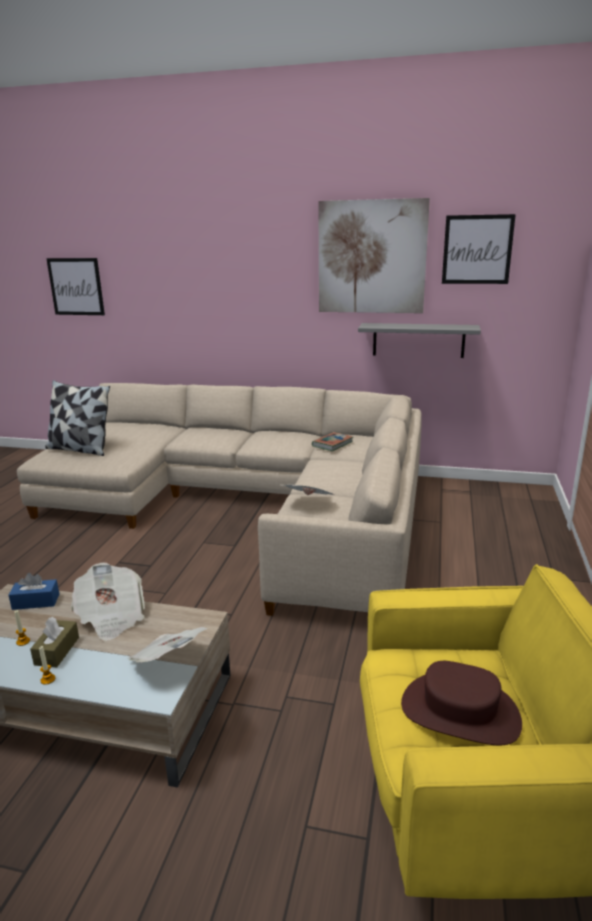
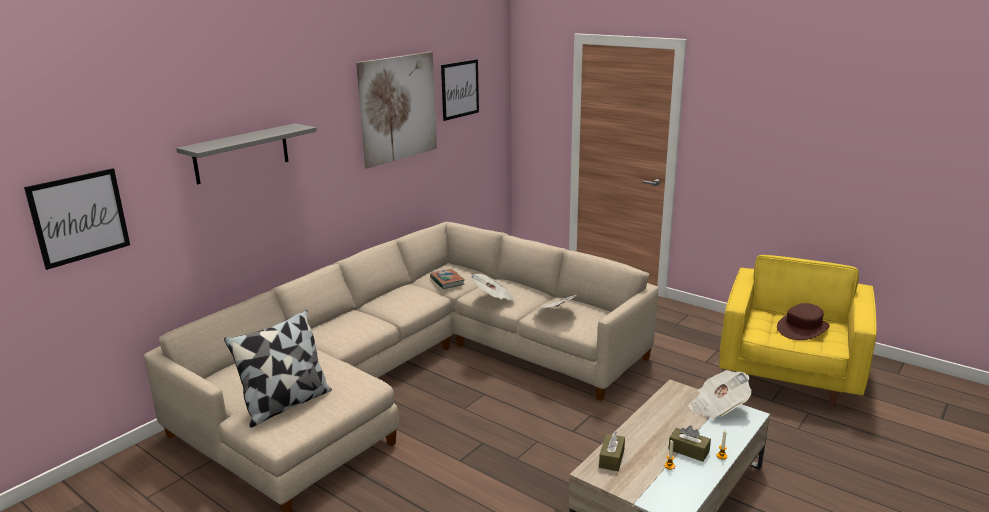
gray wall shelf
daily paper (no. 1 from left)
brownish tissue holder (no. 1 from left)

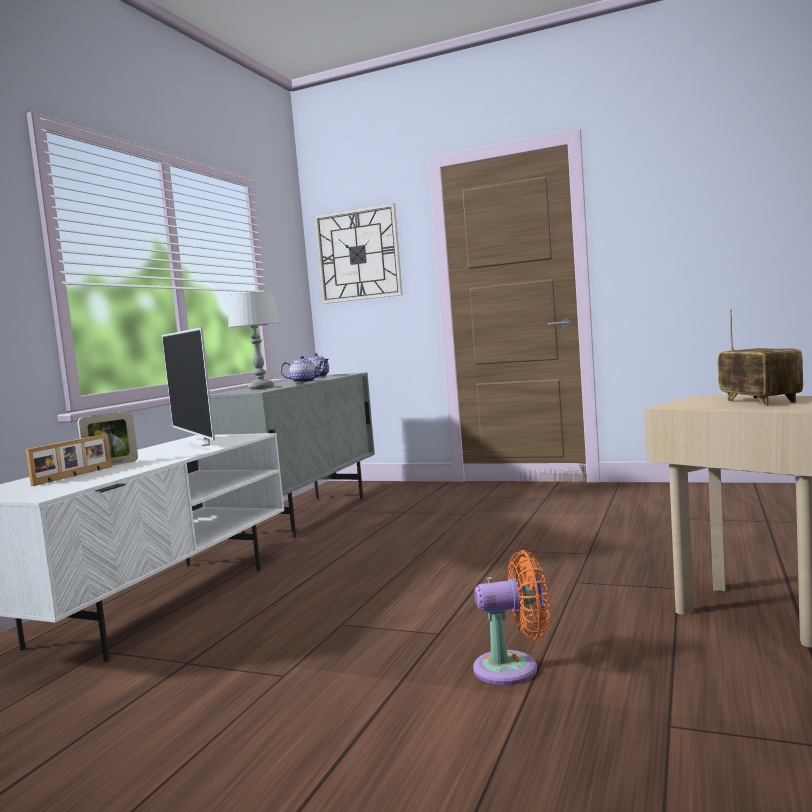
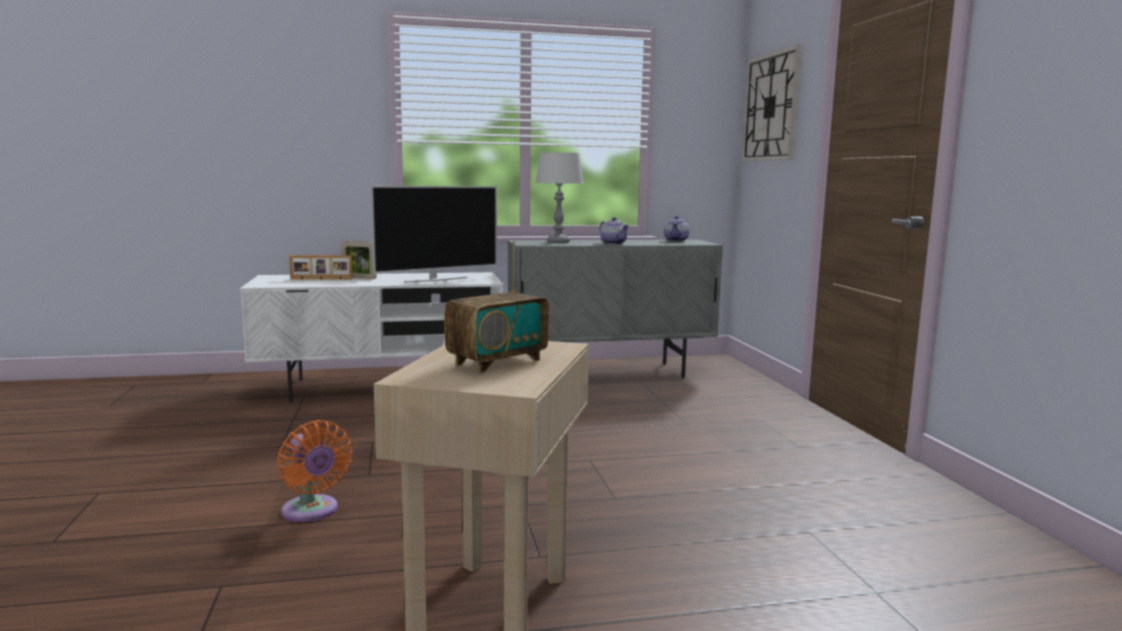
TV set

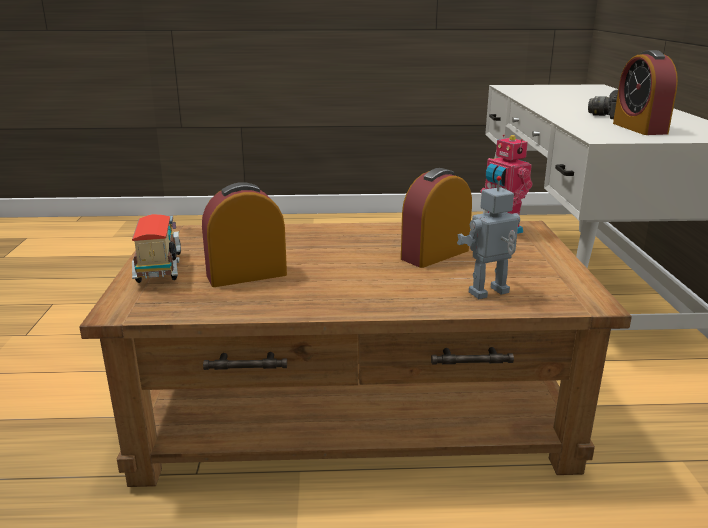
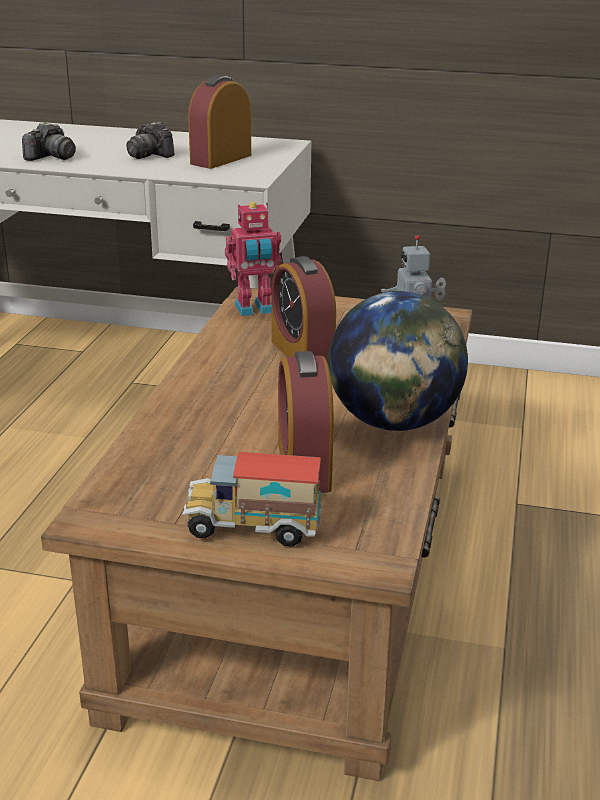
table clock (no. 1 from left)
still camera (no. 1 from left)
globe

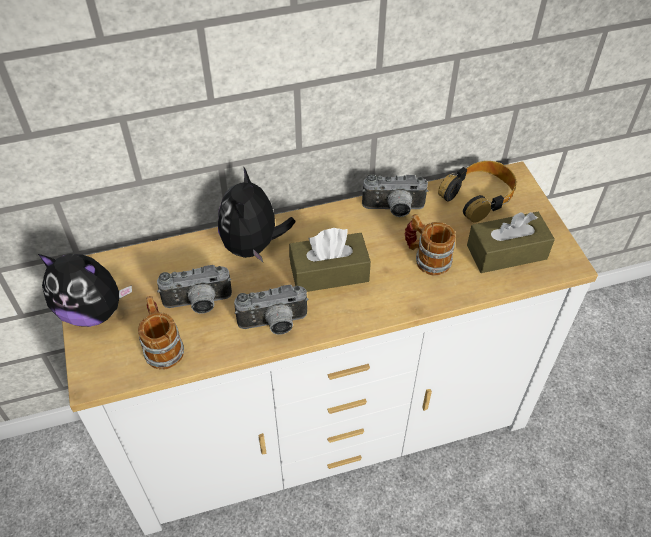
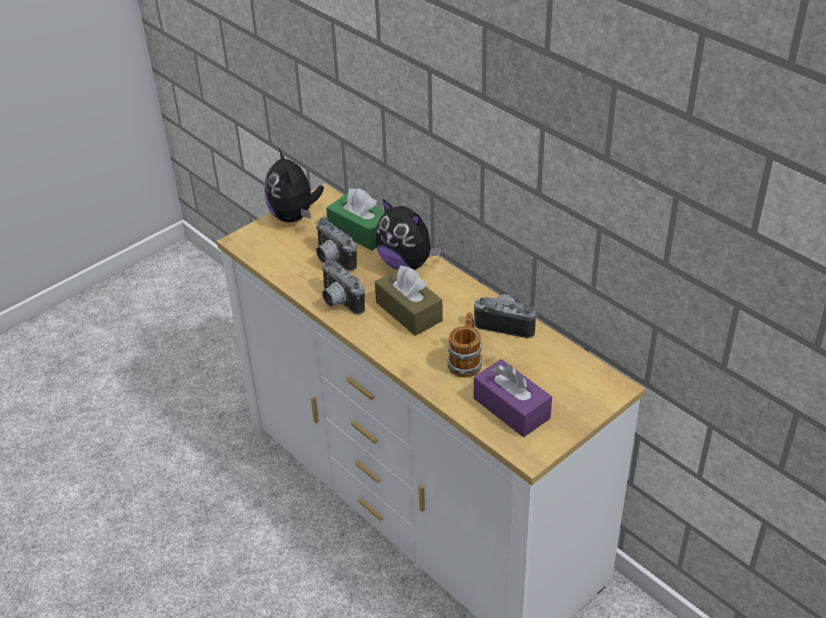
pair of headphones
plush toy (no. 2 from left)
still camera (no. 3 from left)
purple-coloured tissue holder
mug (no. 1 from left in the first image)
green tissue holder

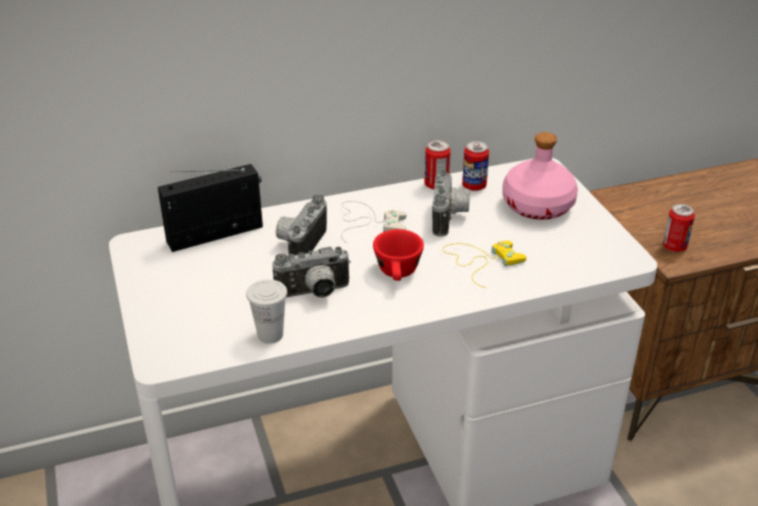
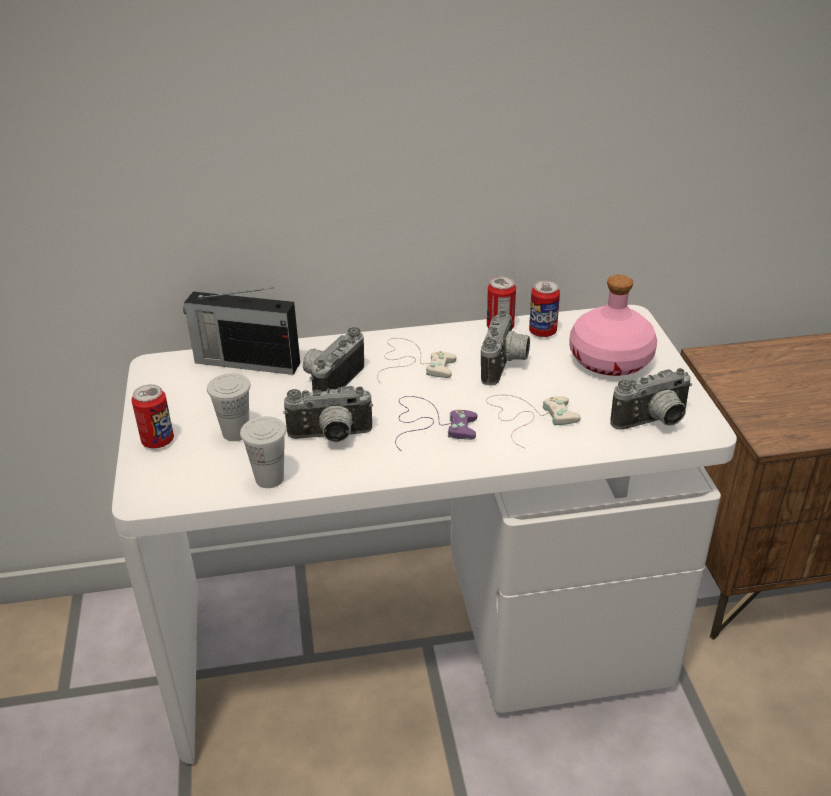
radio
metal can (no. 1 from left)
purple-coloured gamepad
whitish gamepad (no. 2 from left)
still camera (no. 4 from left)
whitish small cup (no. 1 from left)

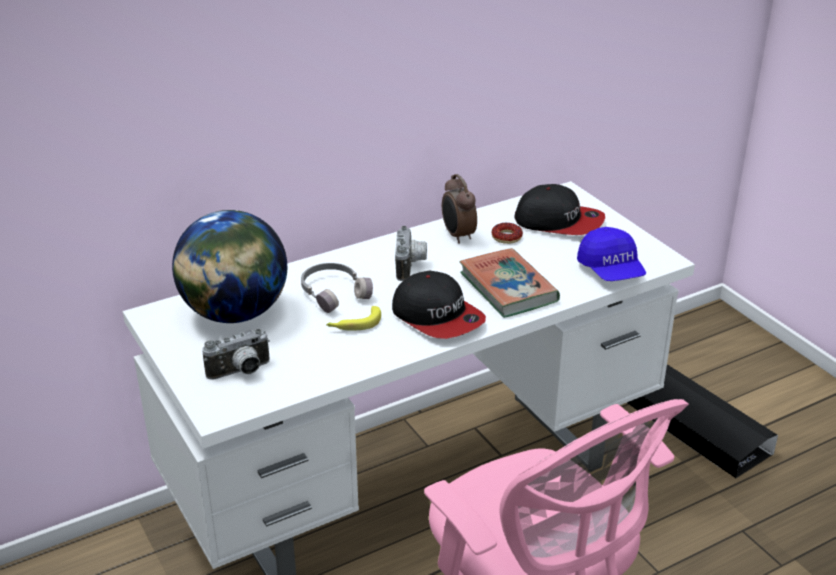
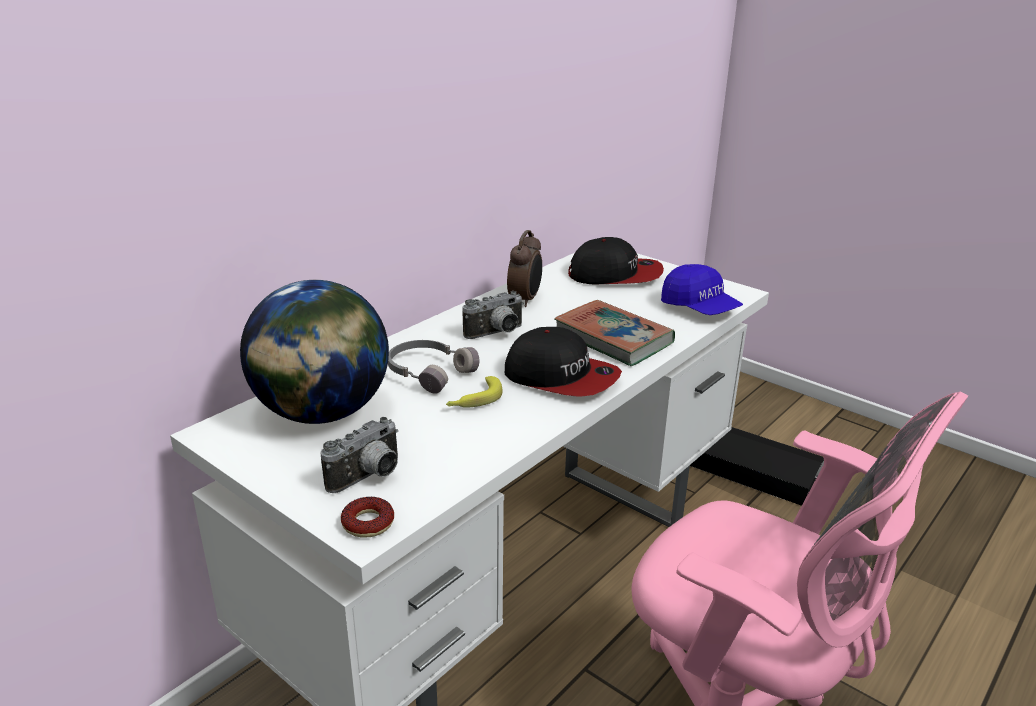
table clock
doughnut
still camera (no. 2 from left)

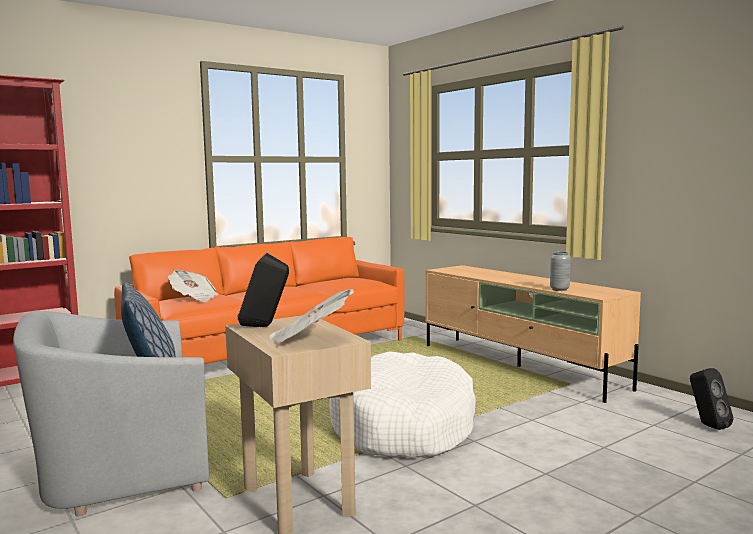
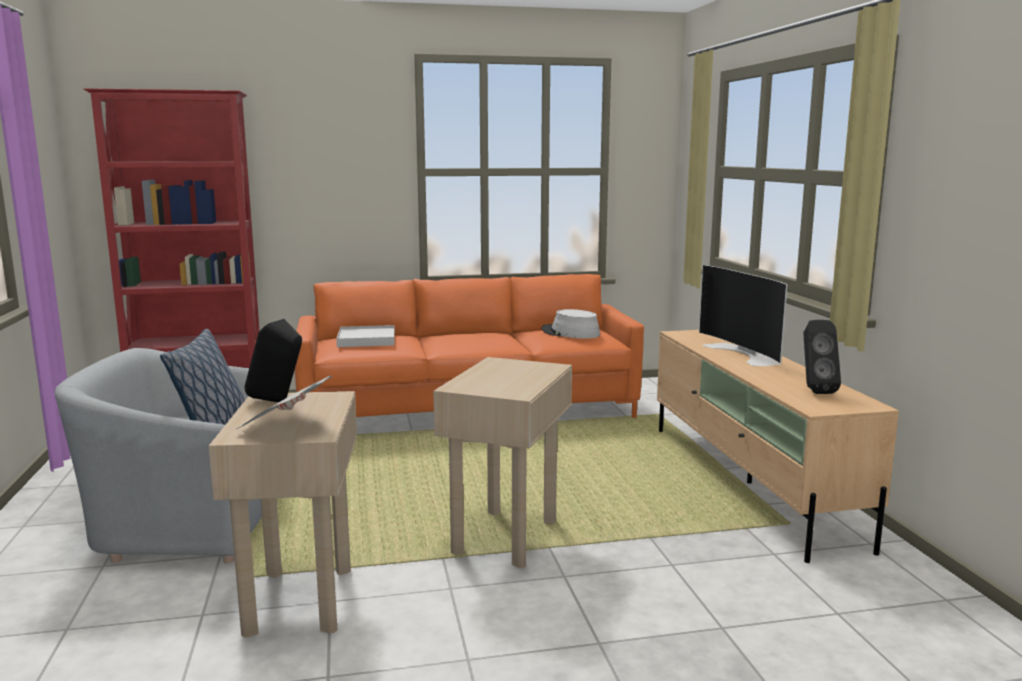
gray flower vase
whitish tray
beige-coloured accent table (no. 2 from left)
black audio speaker (no. 2 from left)
TV set
gray hat

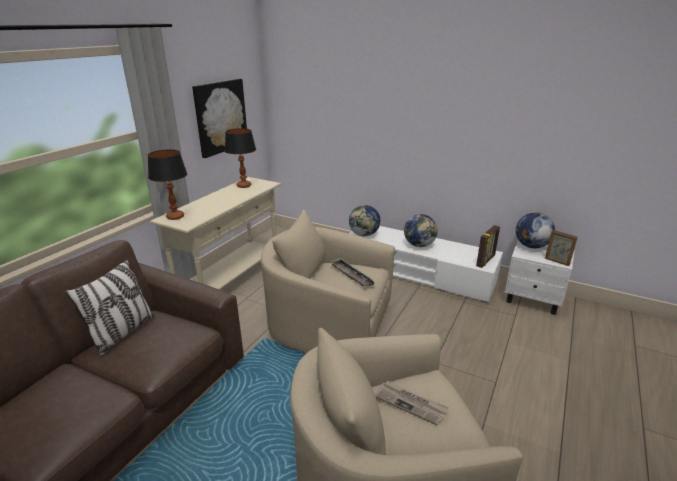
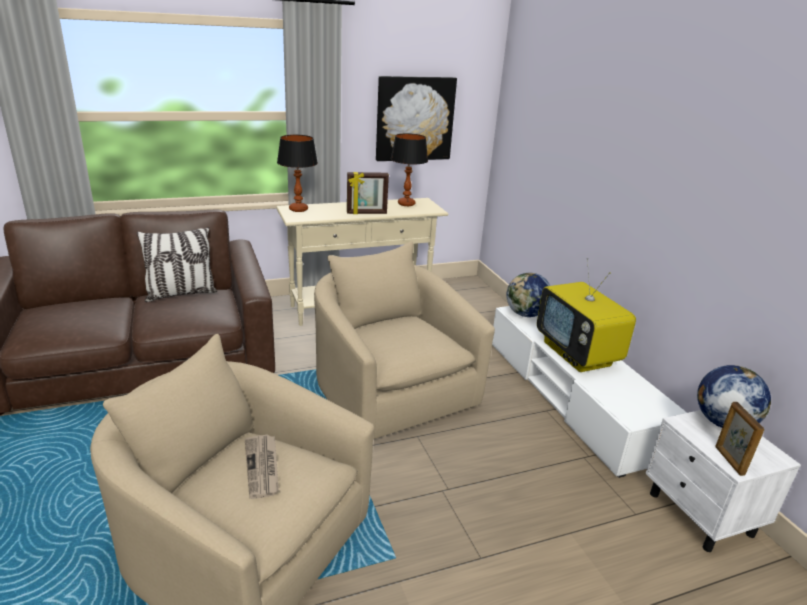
TV set
picture frame (no. 1 from left)
tray

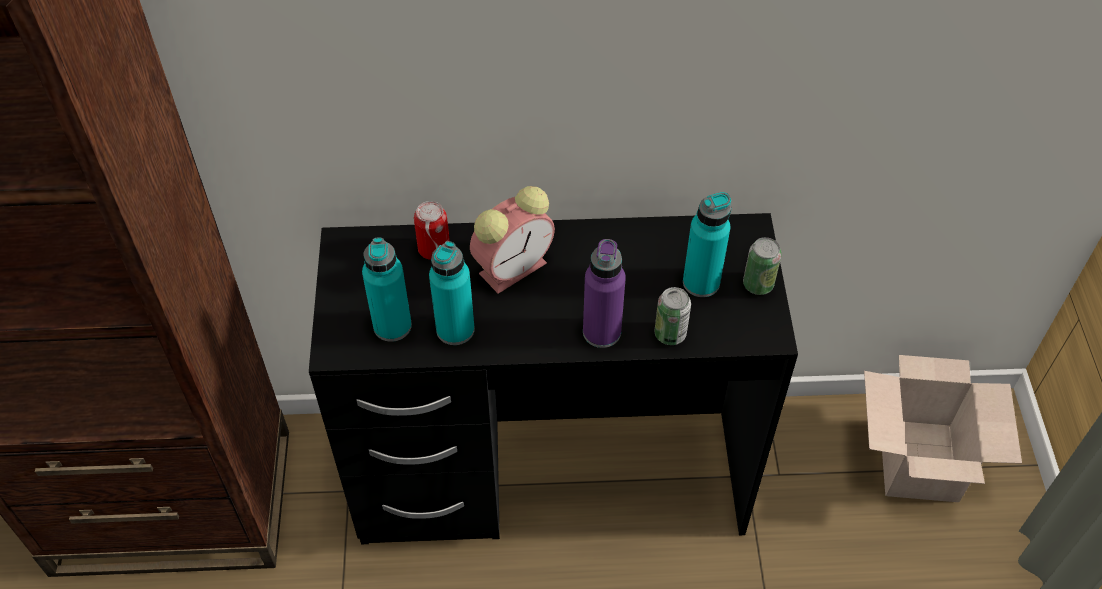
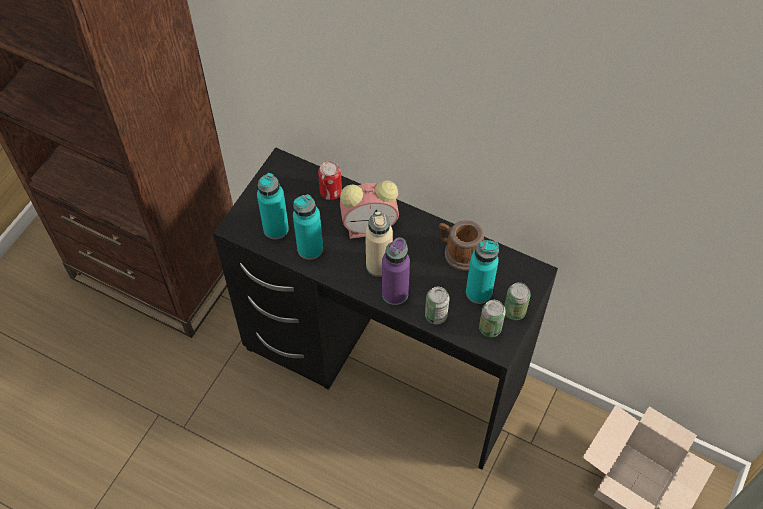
beige-coloured beverage bottle
mug
metal can (no. 3 from left)

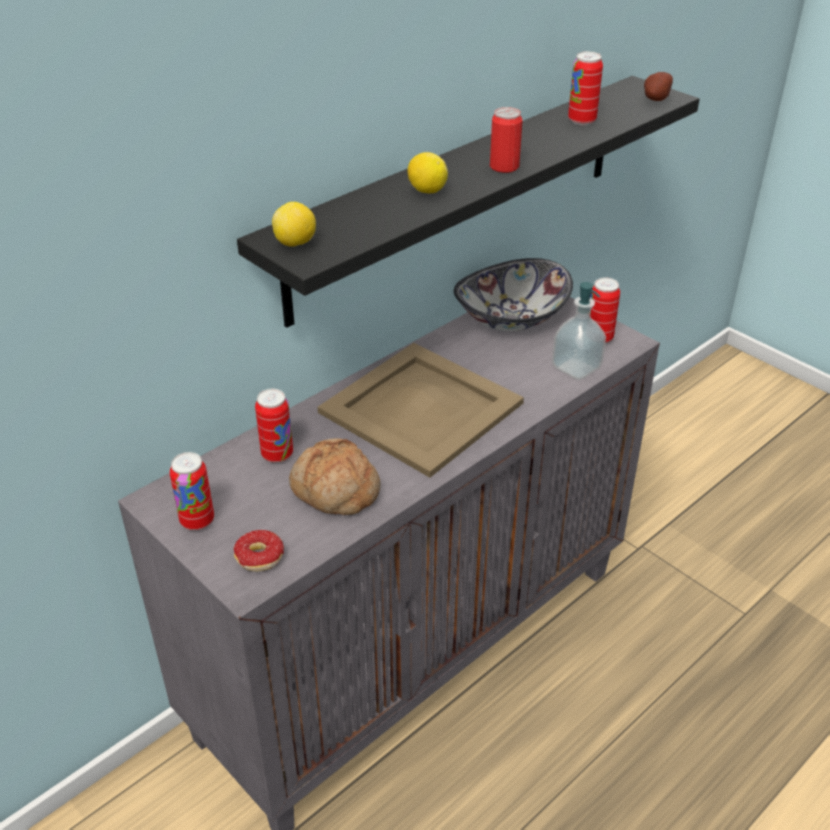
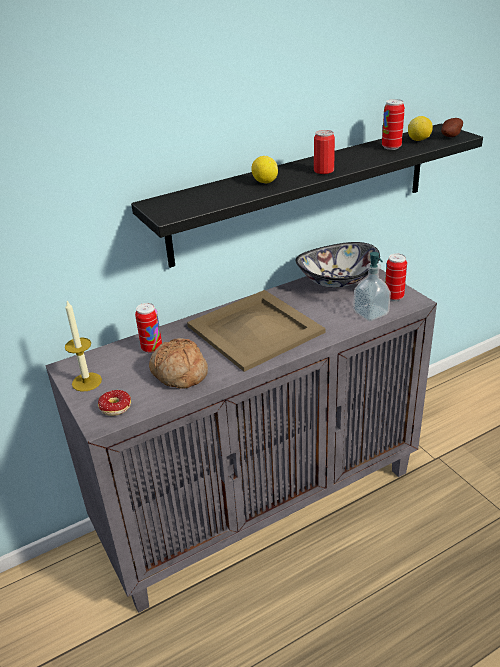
whole lemon (no. 2 from left)
wax candle

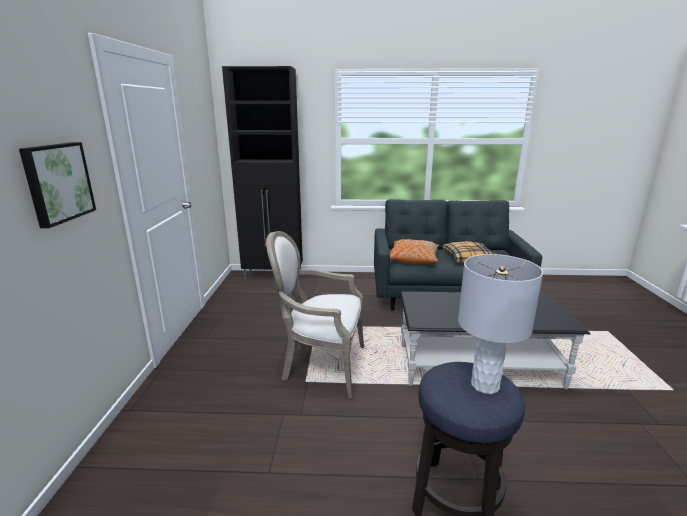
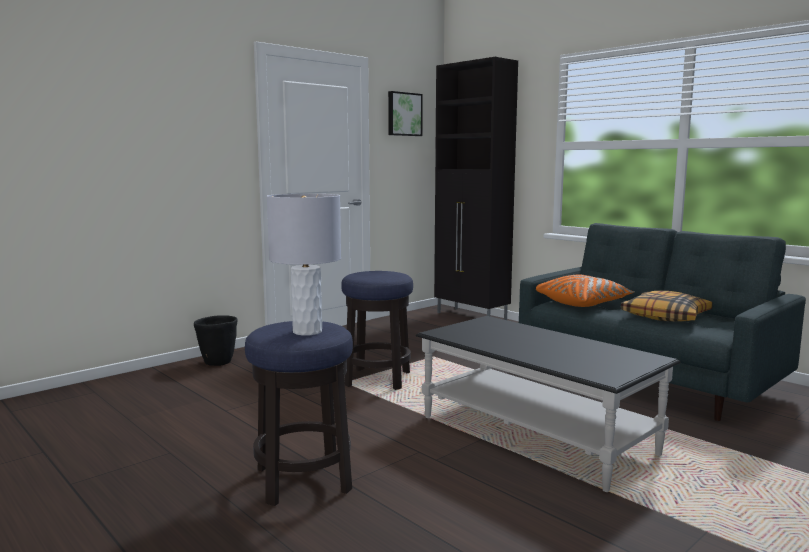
picture
sitting stool (no. 2 from left)
black planter

